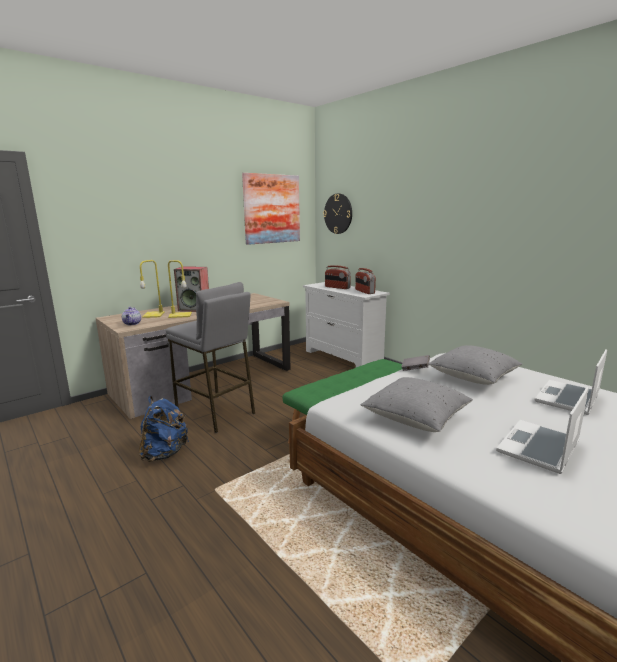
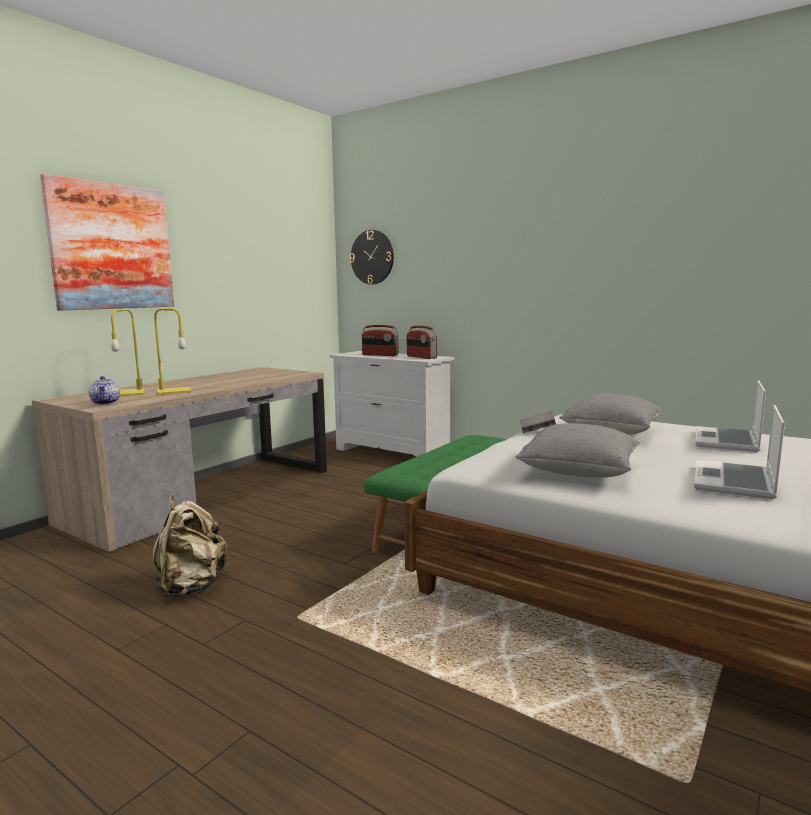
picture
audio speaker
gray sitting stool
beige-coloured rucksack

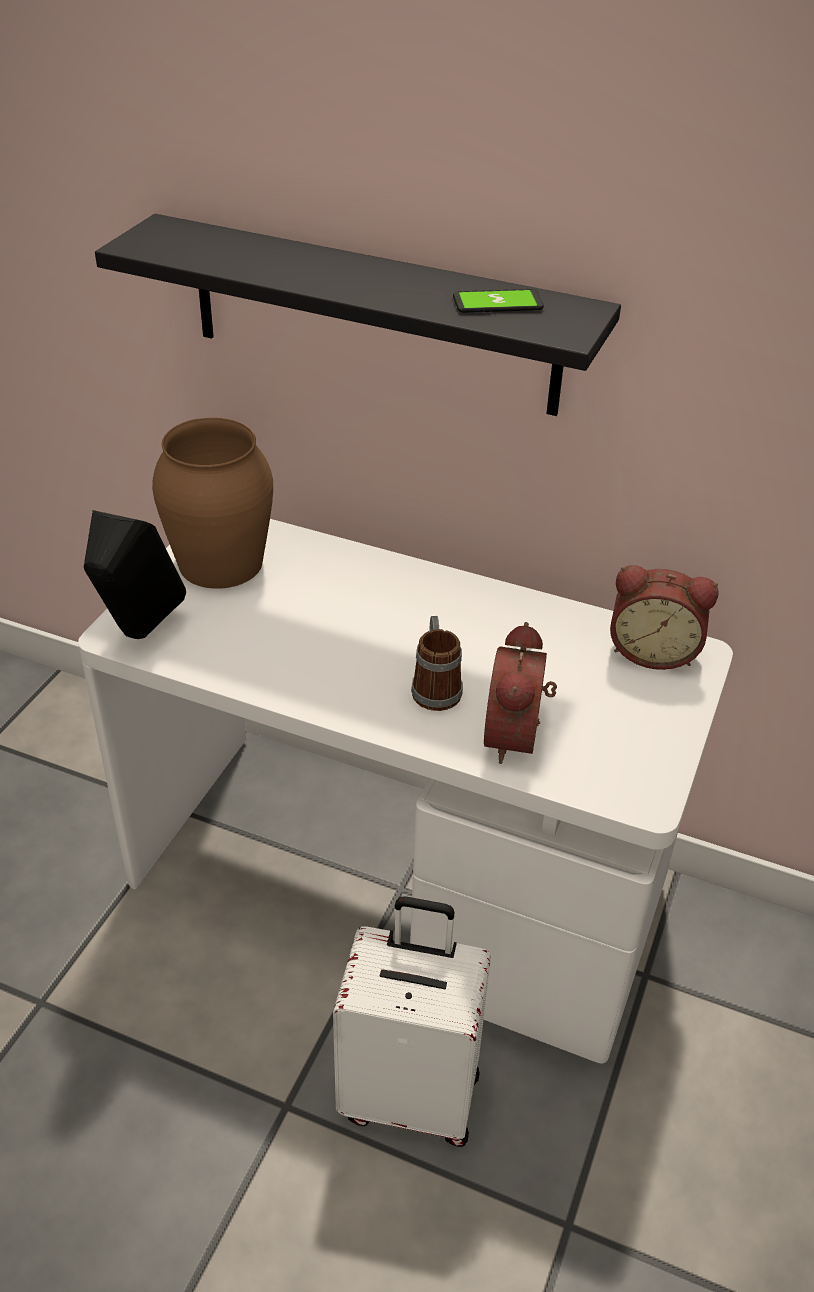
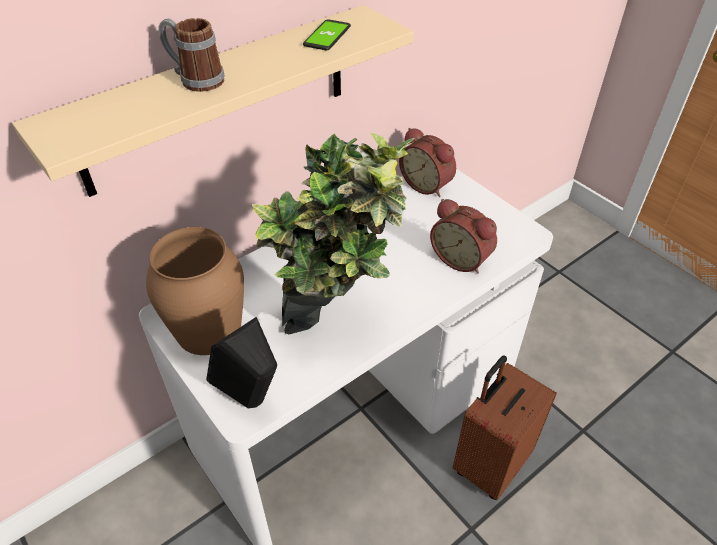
beige-coloured wall shelf
table clock (no. 1 from left)
mug
brownish travel case
plant in a pot

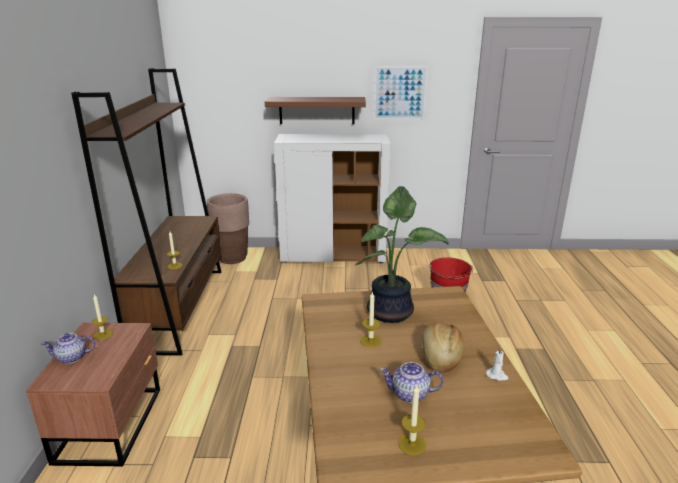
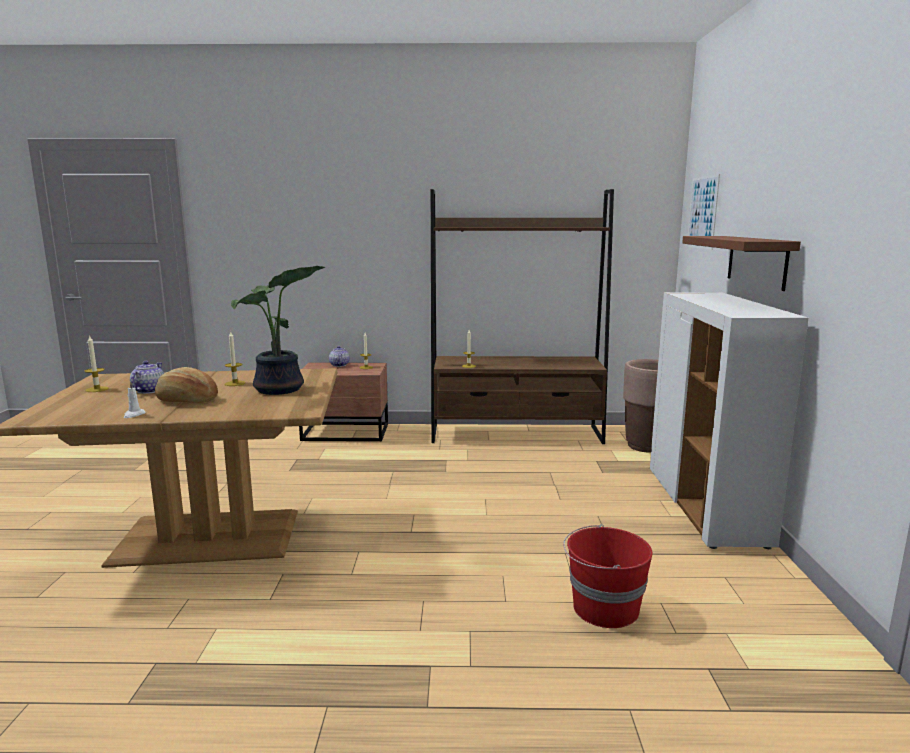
picture

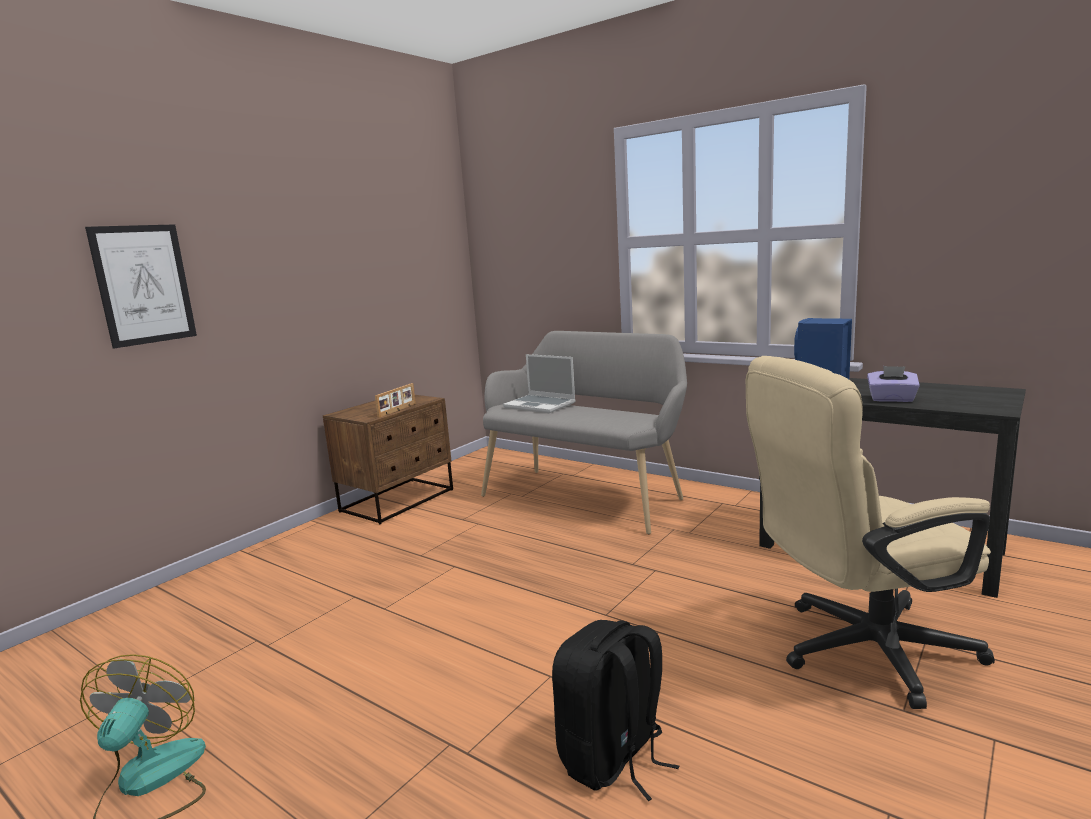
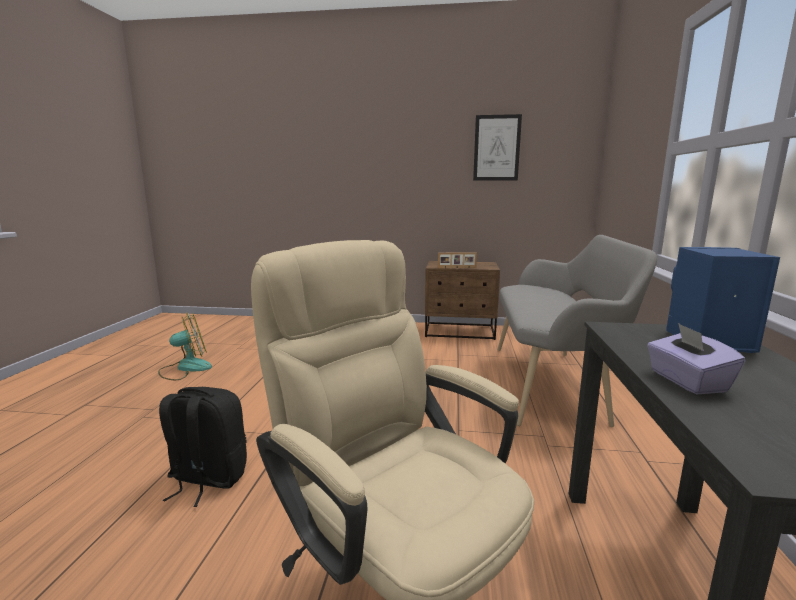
picture
portable computer

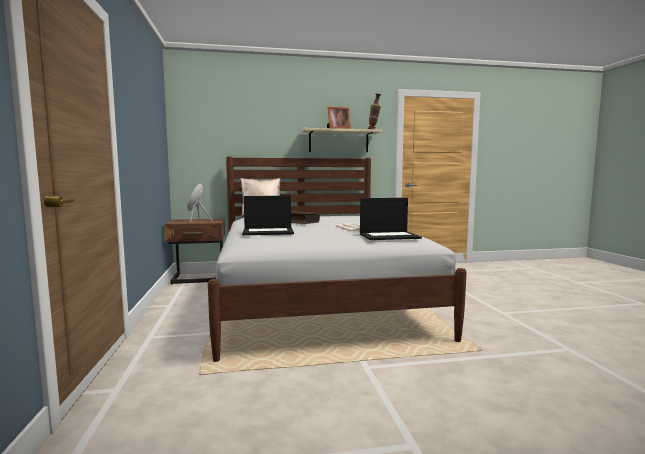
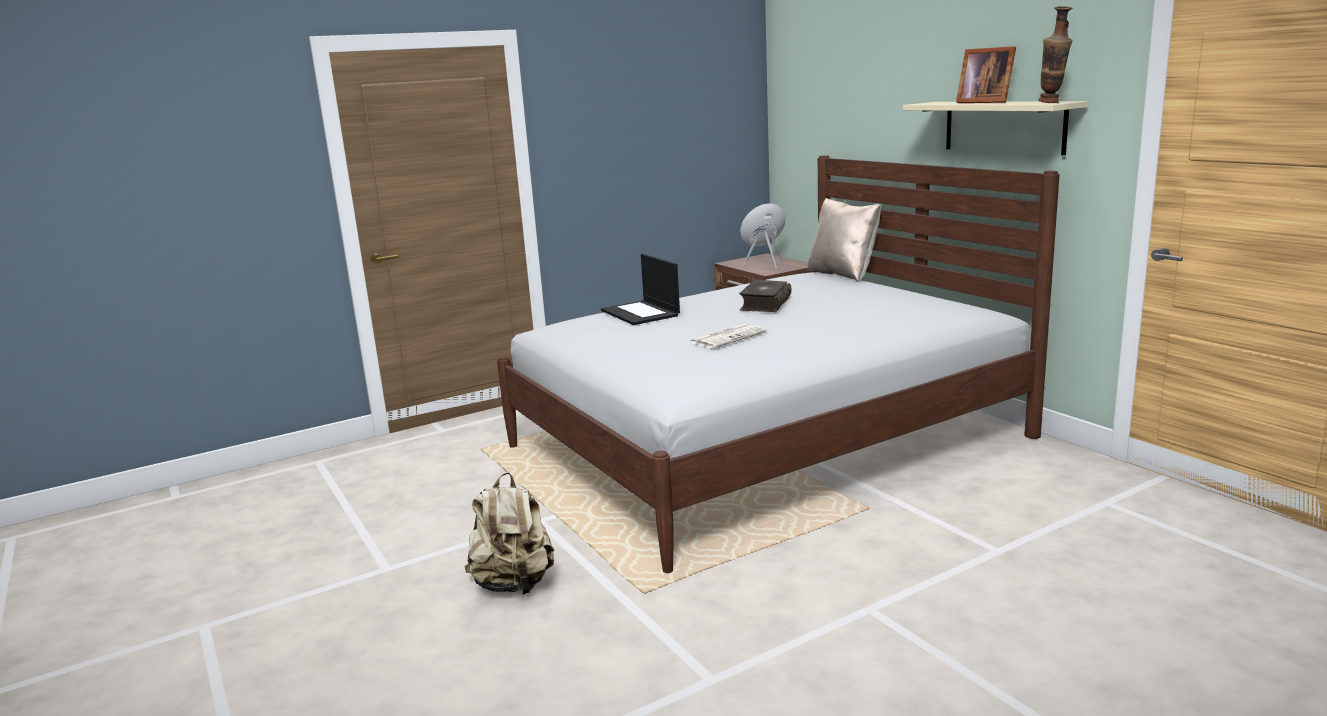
portable computer (no. 2 from left in the first image)
beige-coloured rucksack

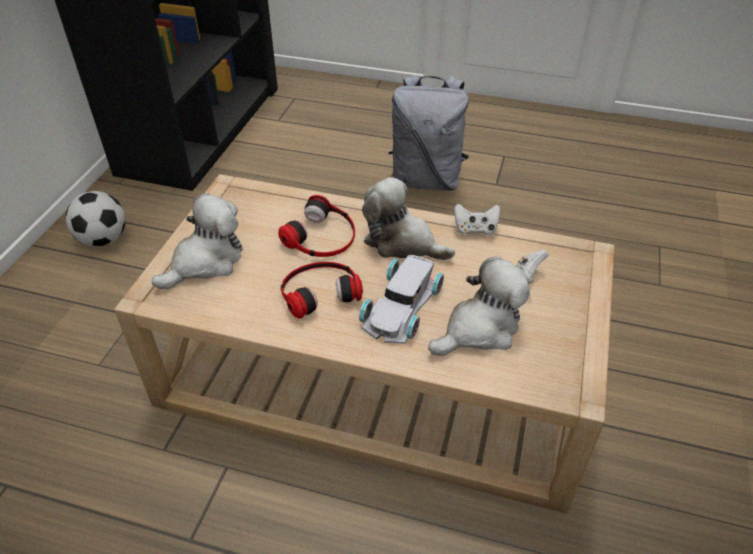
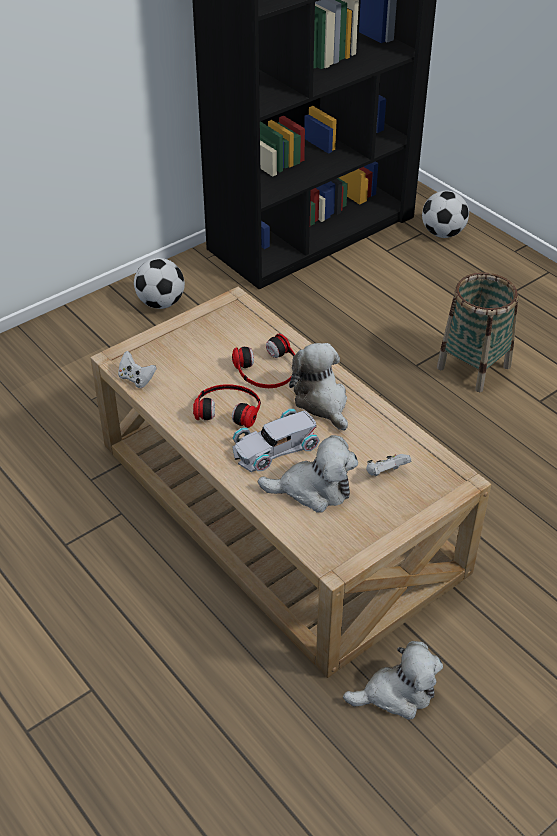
storage basket
plush toy (no. 3 from left)
whitish gamepad (no. 1 from left)
football ball (no. 2 from left)

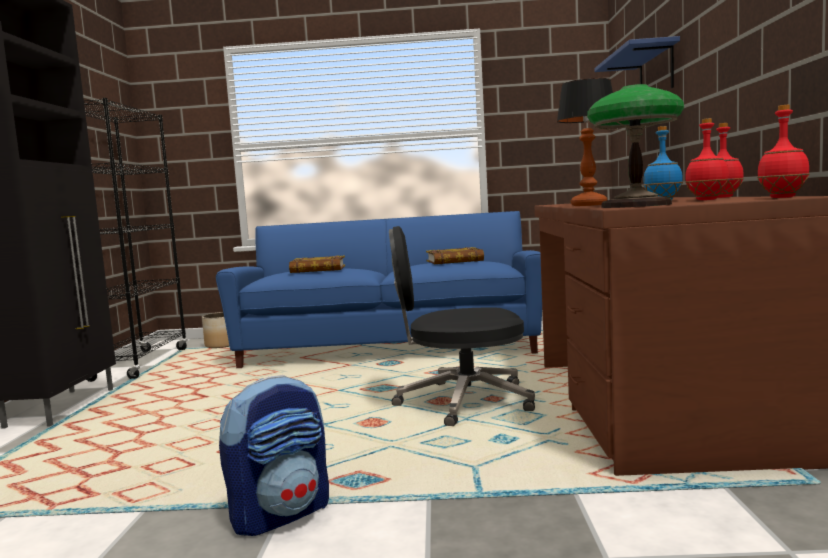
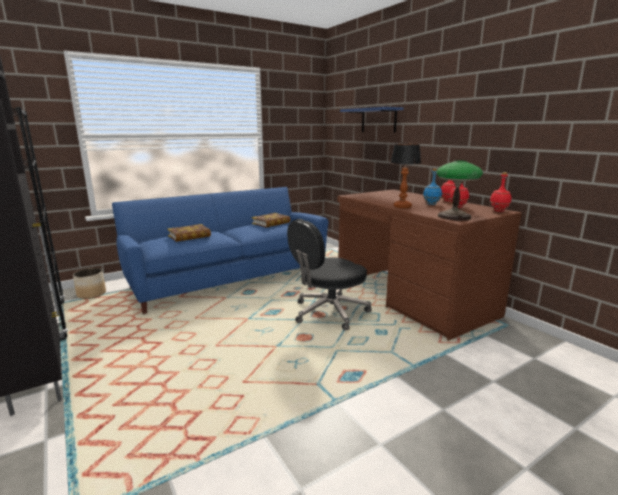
rucksack

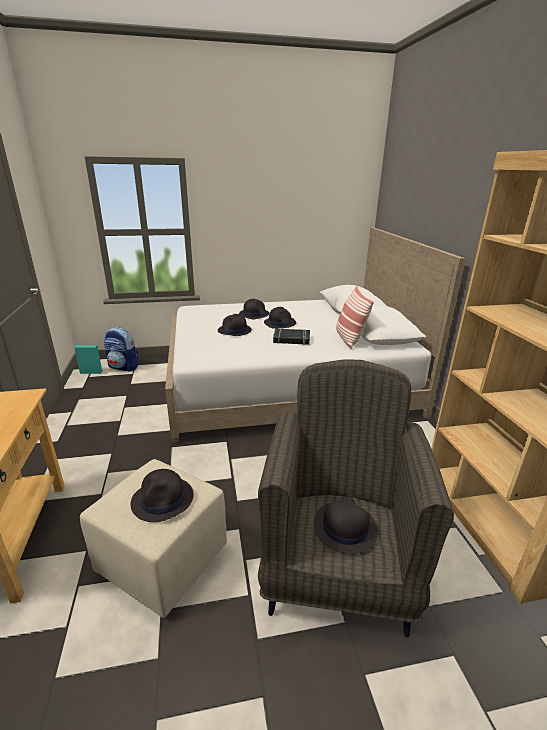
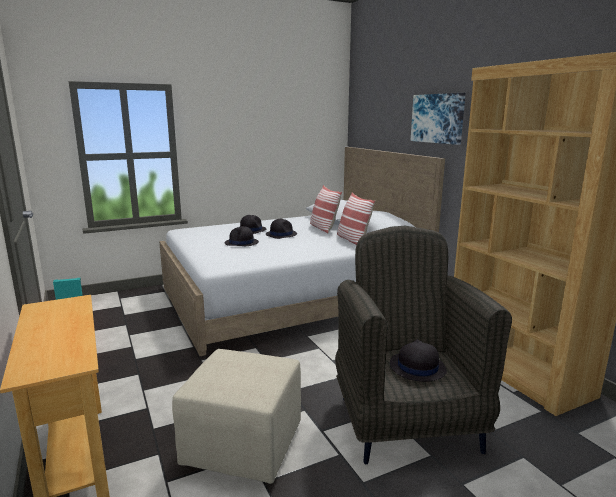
rucksack
black book
black hat (no. 1 from left in the first image)
picture
throw pillow (no. 1 from left)

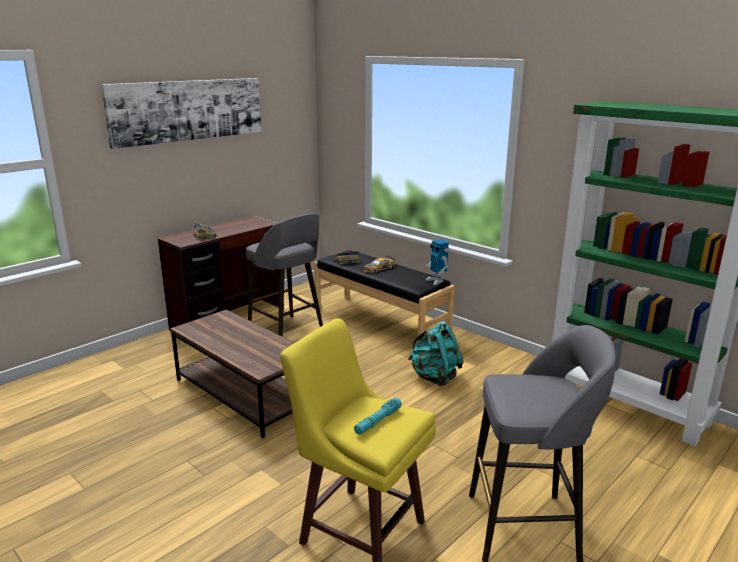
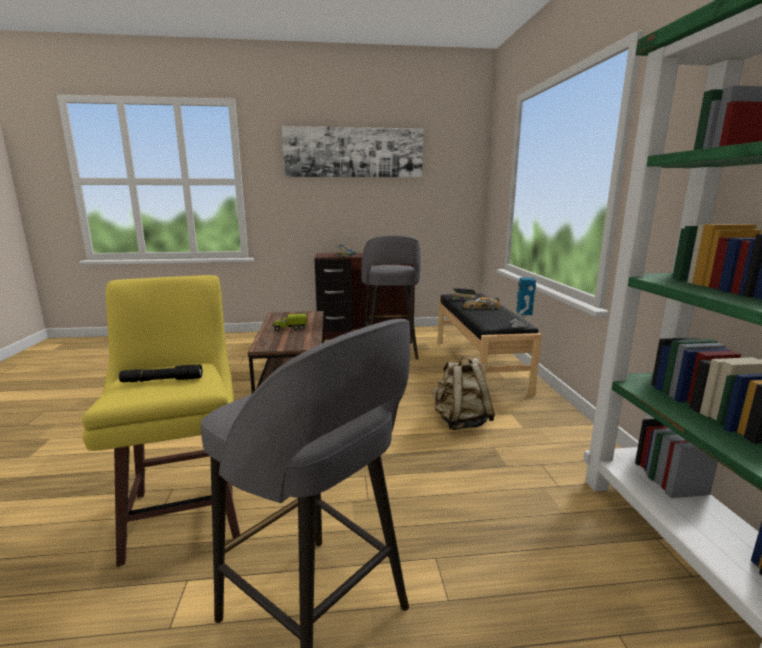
beige-coloured rucksack
black hand torch
toy lorry

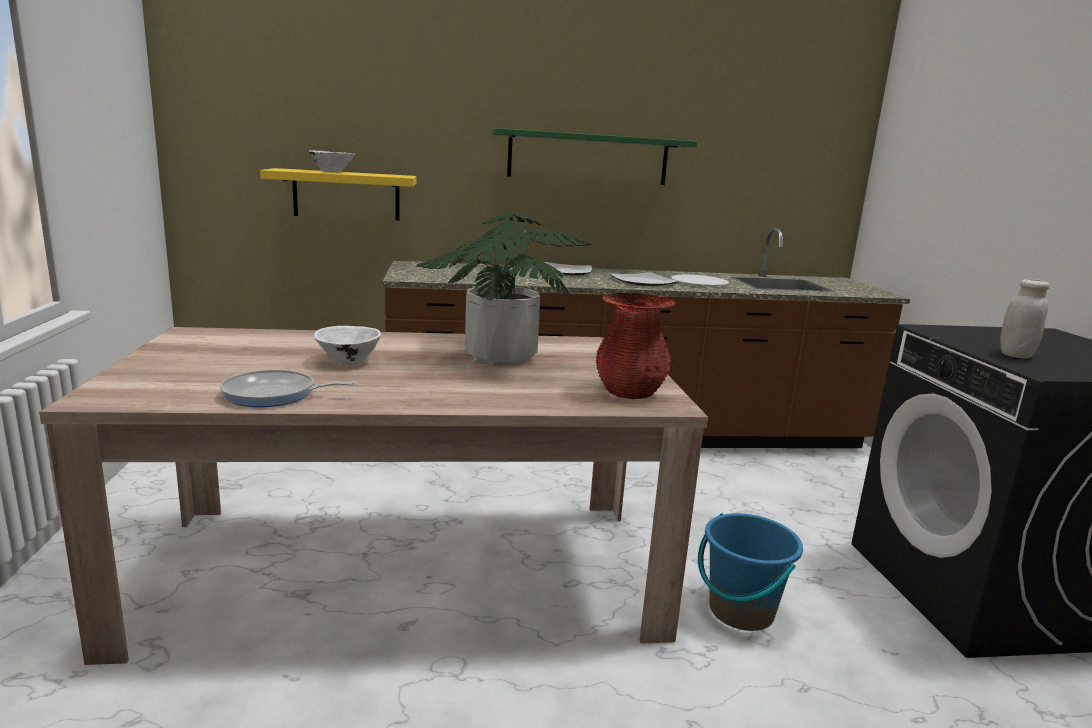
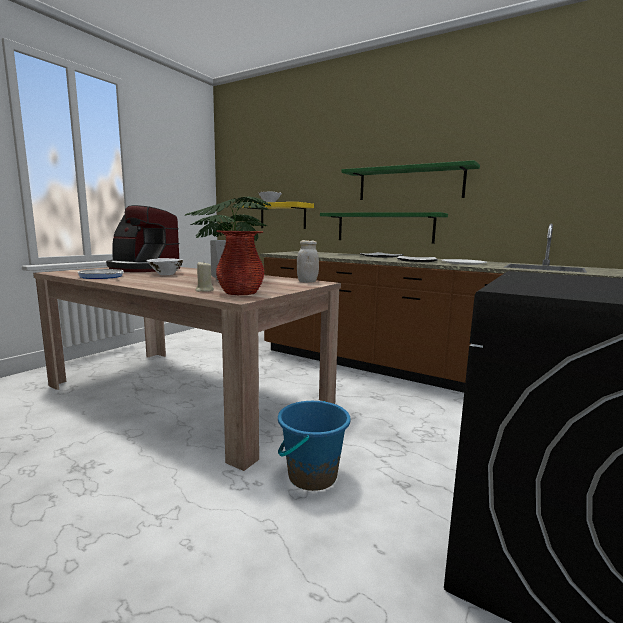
whitish storage jar
coffee brewer
green wall shelf (no. 1 from left)
beige-coloured wax candle

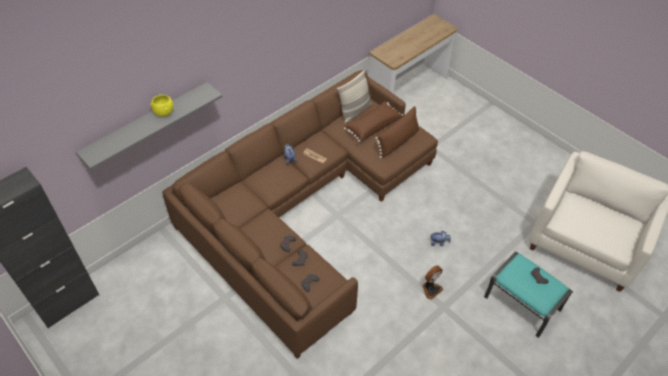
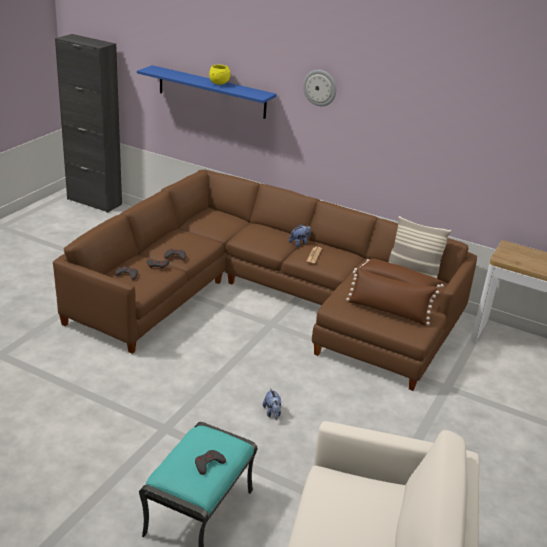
blue wall shelf
cooling fan
hanging clock

